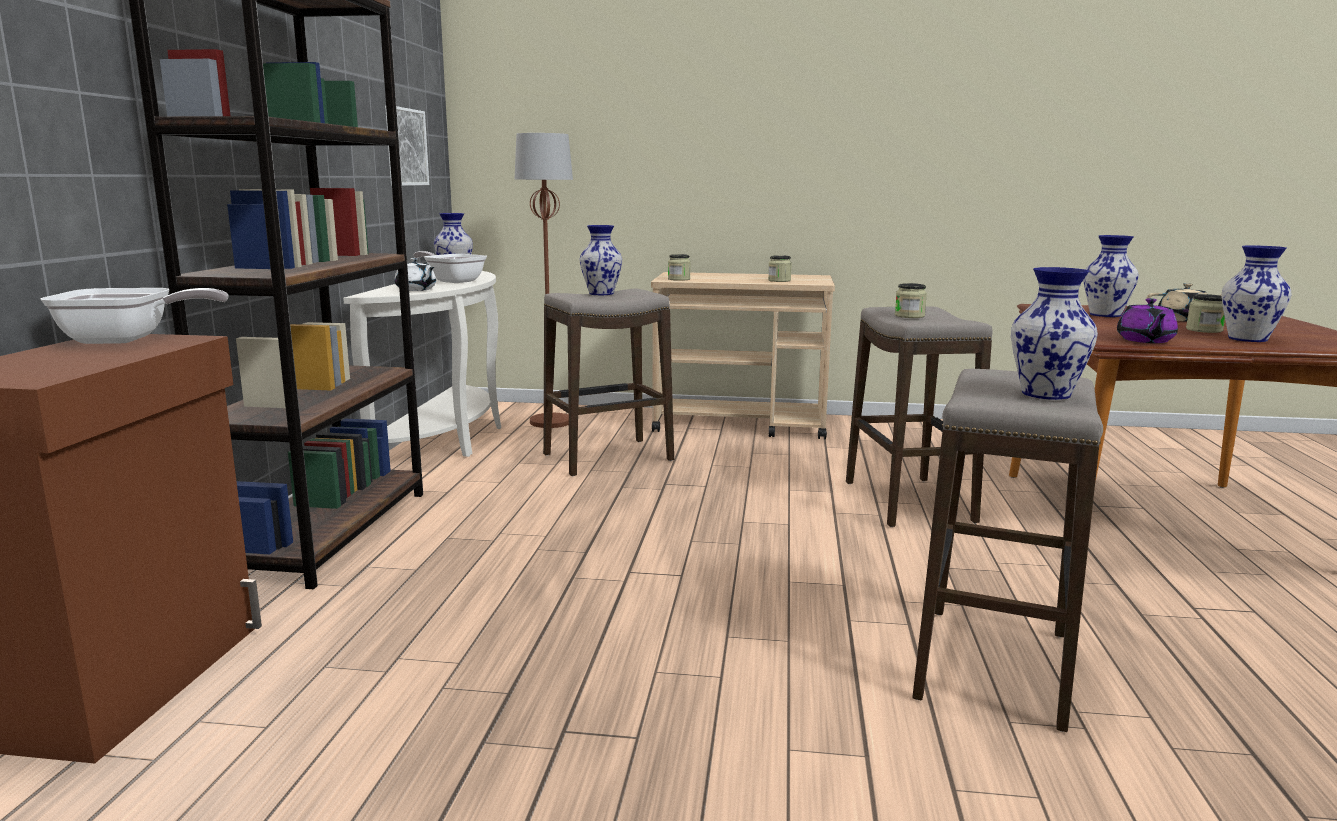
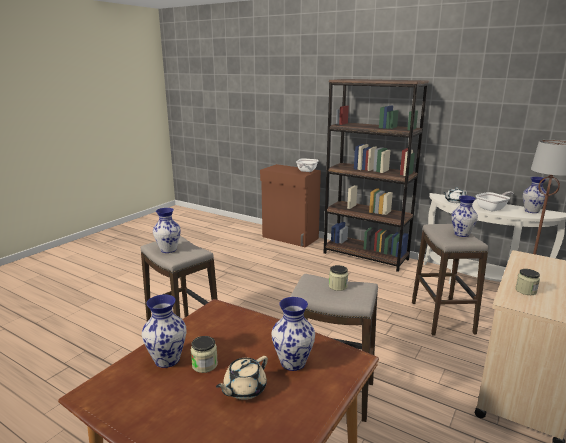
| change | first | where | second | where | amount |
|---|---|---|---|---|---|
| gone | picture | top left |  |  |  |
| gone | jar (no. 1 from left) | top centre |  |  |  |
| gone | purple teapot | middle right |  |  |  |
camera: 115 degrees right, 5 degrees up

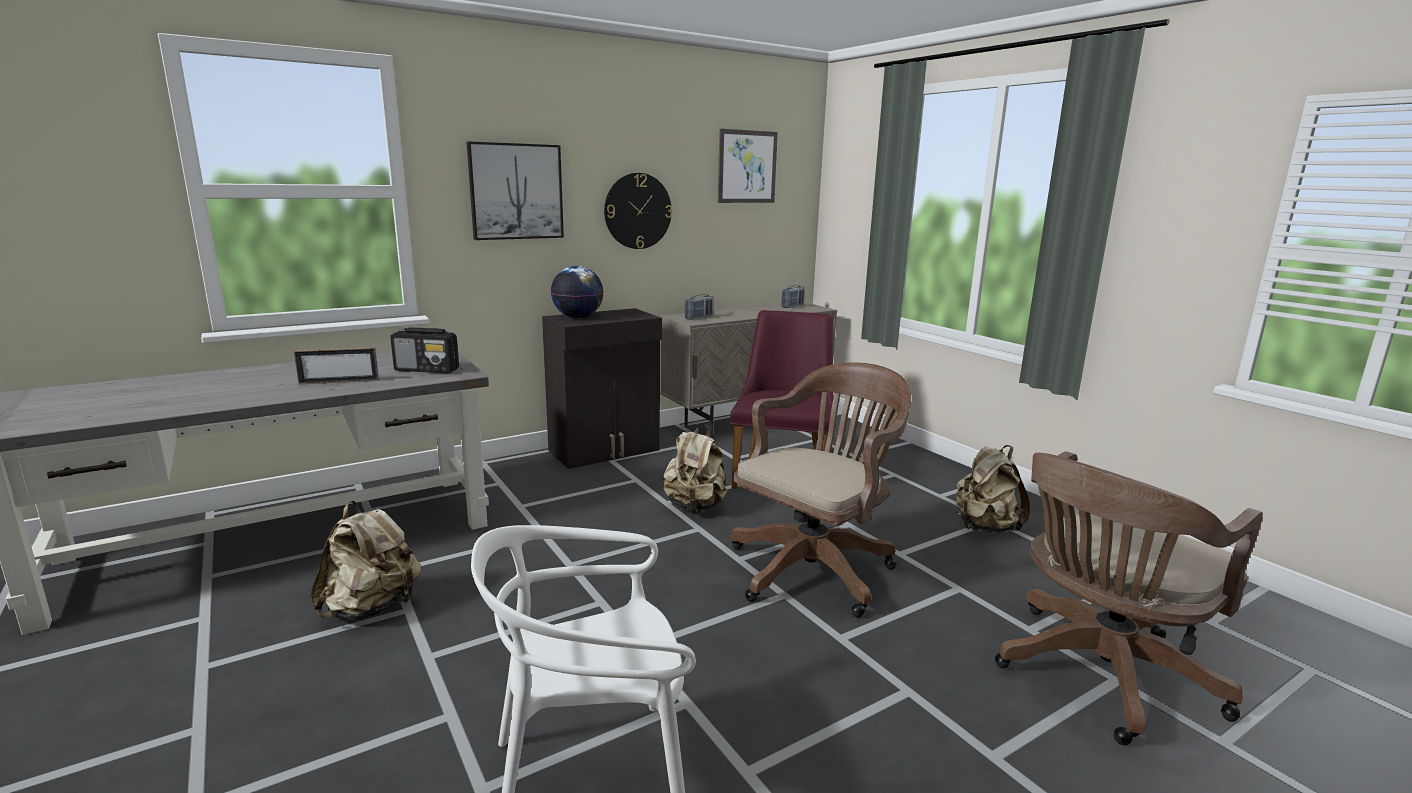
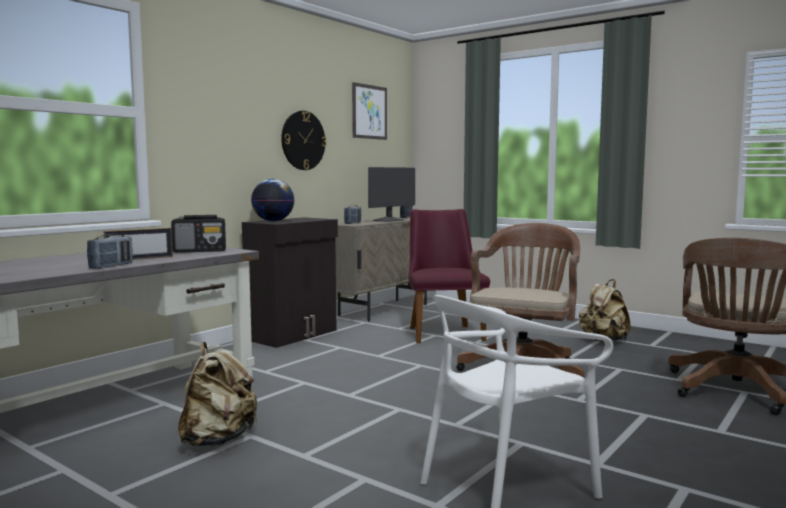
| change | first | where | second | where | amount |
|---|---|---|---|---|---|
| gone | picture (no. 1 from left) | top centre |  |  |  |
| gone | beige backpack (no. 2 from left) | centre |  |  |  |
| new |  |  | radio (no. 1 from left) | middle left |  |
| new |  |  | monitor | centre |  |
camera: 20 degrees left, 10 degrees down

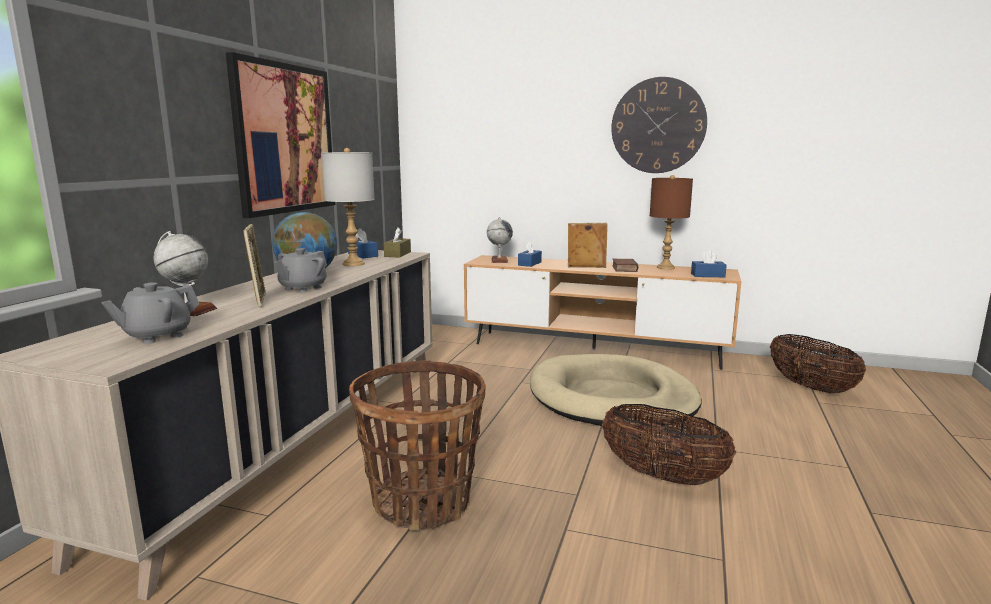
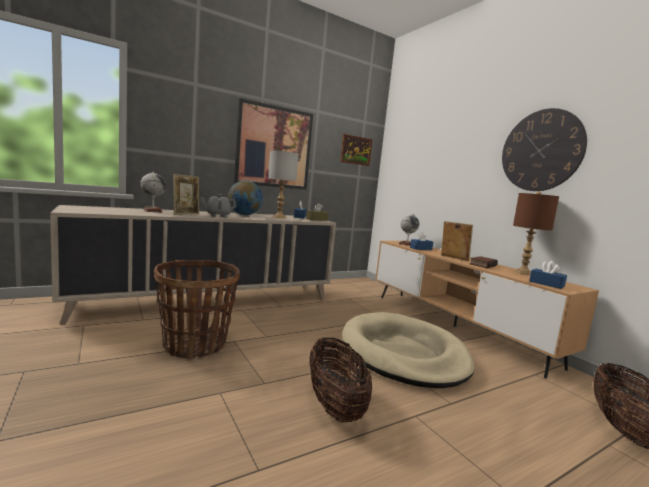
| change | first | where | second | where | amount |
|---|---|---|---|---|---|
| gone | grey teapot (no. 1 from left) | middle left |  |  |  |
| new |  |  | picture (no. 2 from left) | top centre |  |
camera: 40 degrees right, 5 degrees down

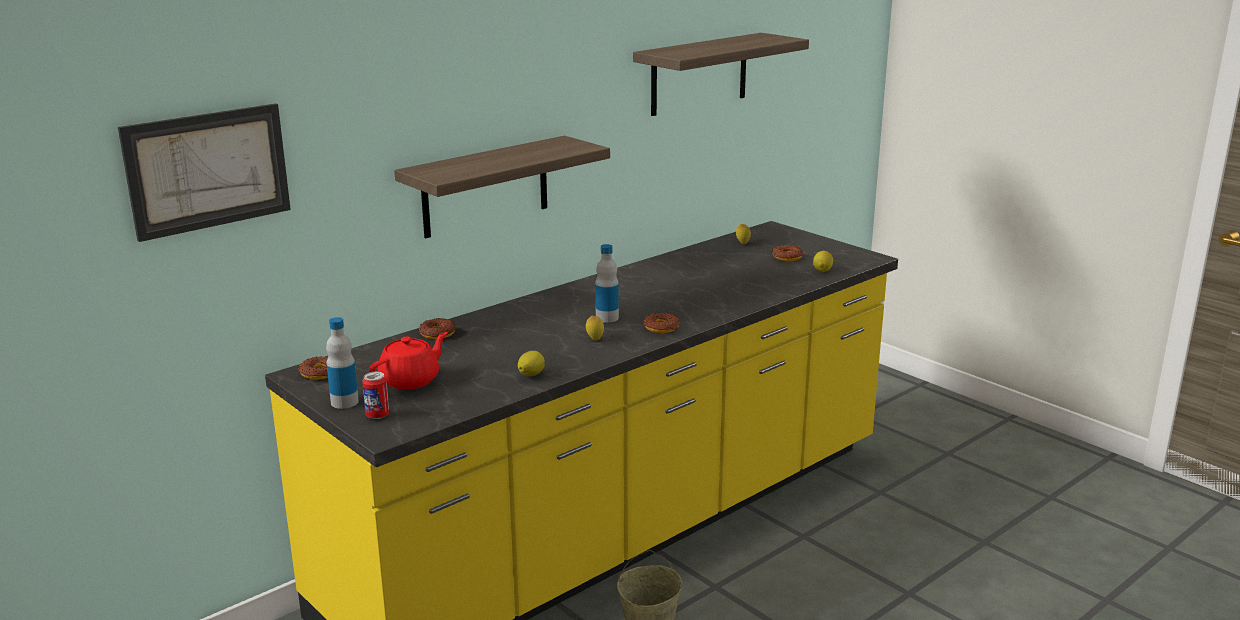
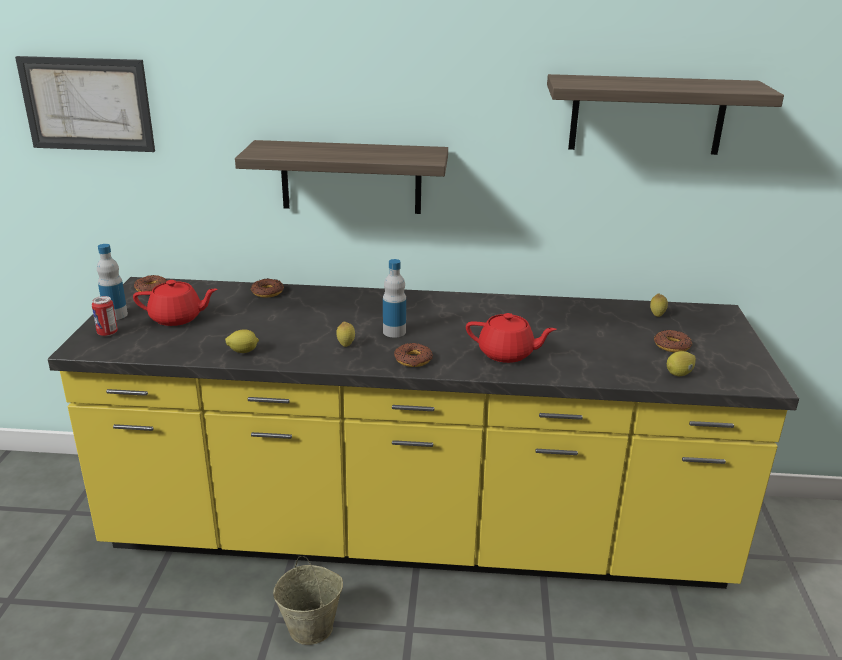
| change | first | where | second | where | amount |
|---|---|---|---|---|---|
| new |  |  | red teapot (no. 2 from left) | centre |  |
camera: 45 degrees right, 5 degrees up

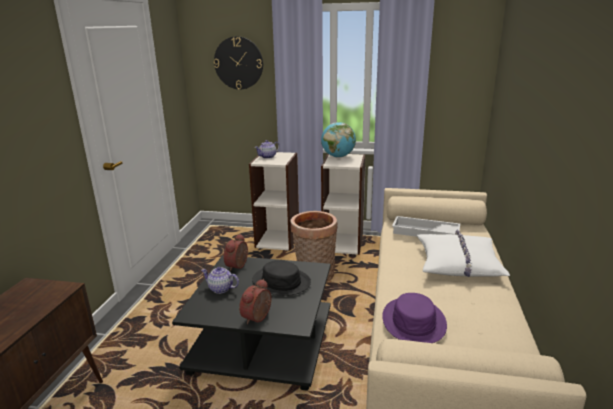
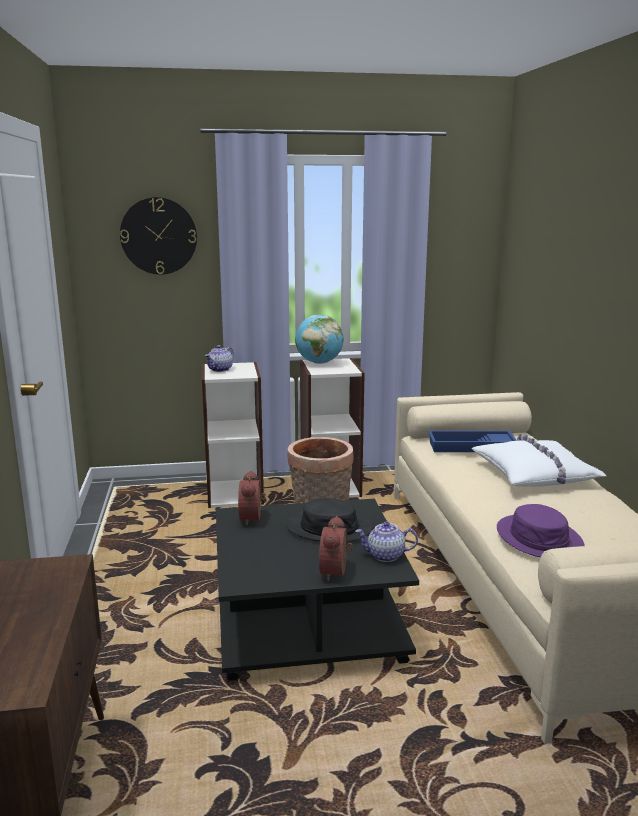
| change | first | where | second | where | amount |
|---|---|---|---|---|---|
| shifted | teapot (no. 1 from left in the first image) | bottom centre | teapot (no. 2 from left) | centre |  |
| repainted | white tray | middle right | blue tray | middle right |  |
camera: 20 degrees left, 5 degrees down

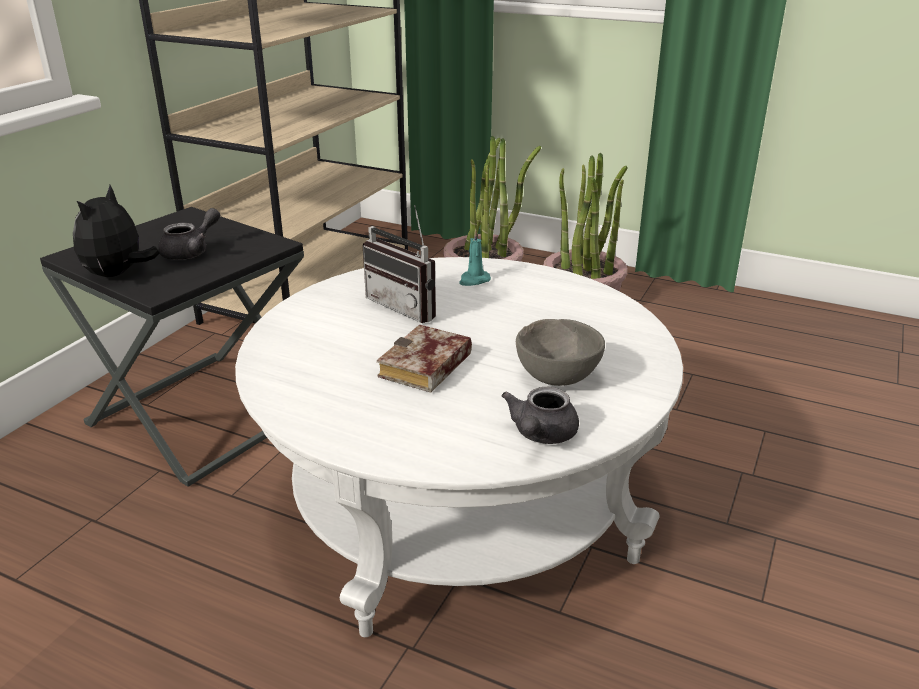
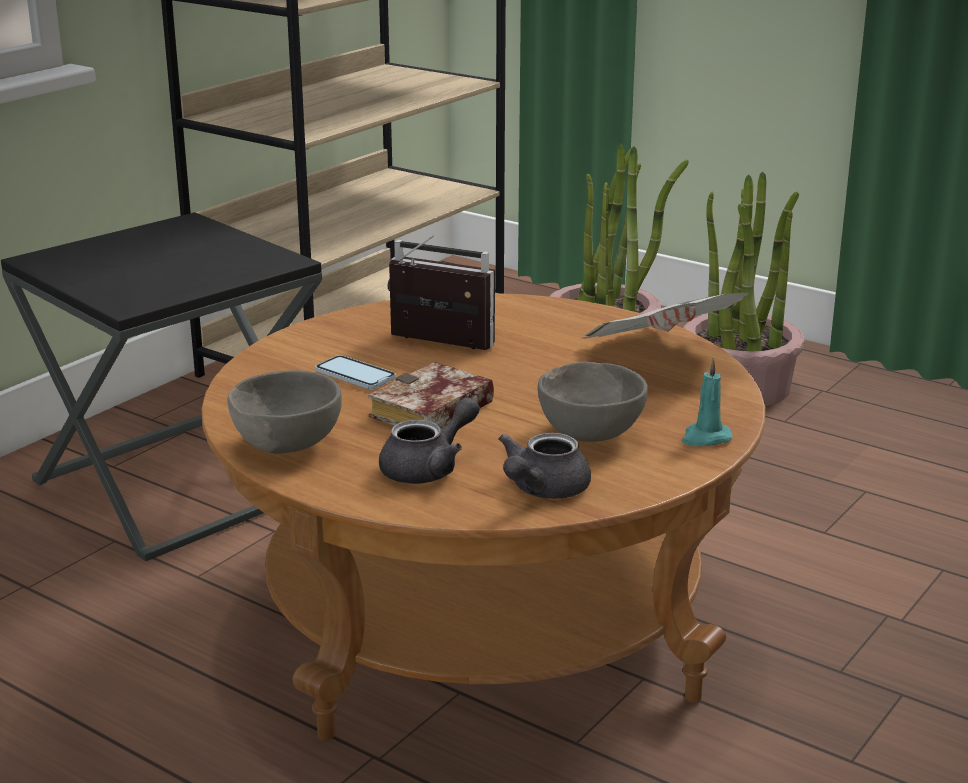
| change | first | where | second | where | amount |
|---|---|---|---|---|---|
| gone | plush toy | middle left |  |  |  |
| shifted | grey teapot (no. 1 from left) | middle left |  | centre |  |
| repainted | white coffee table | centre | brown coffee table | centre |  |
| rotated | radio | centre |  | centre | 150 degrees clockwise |
| shifted | turquoise candle | centre |  | middle right |  |
| new |  |  | grey bowl (no. 1 from left) | middle left |  |
| new |  |  | phone | centre |  |
| new |  |  | newspaper | middle right |  |
camera: 10 degrees right, 5 degrees down

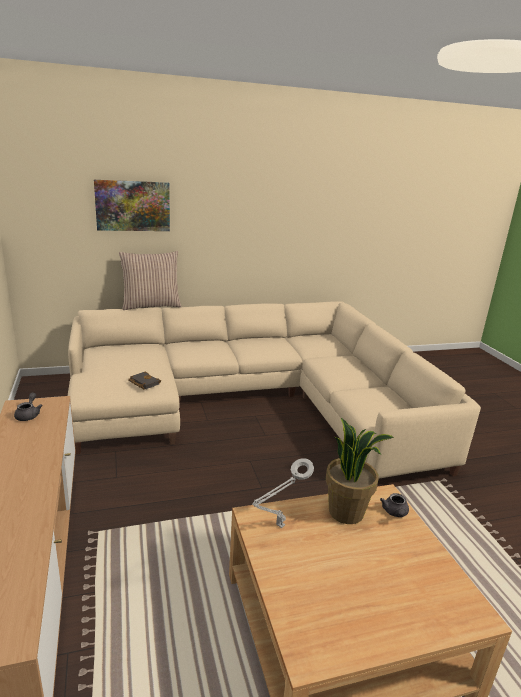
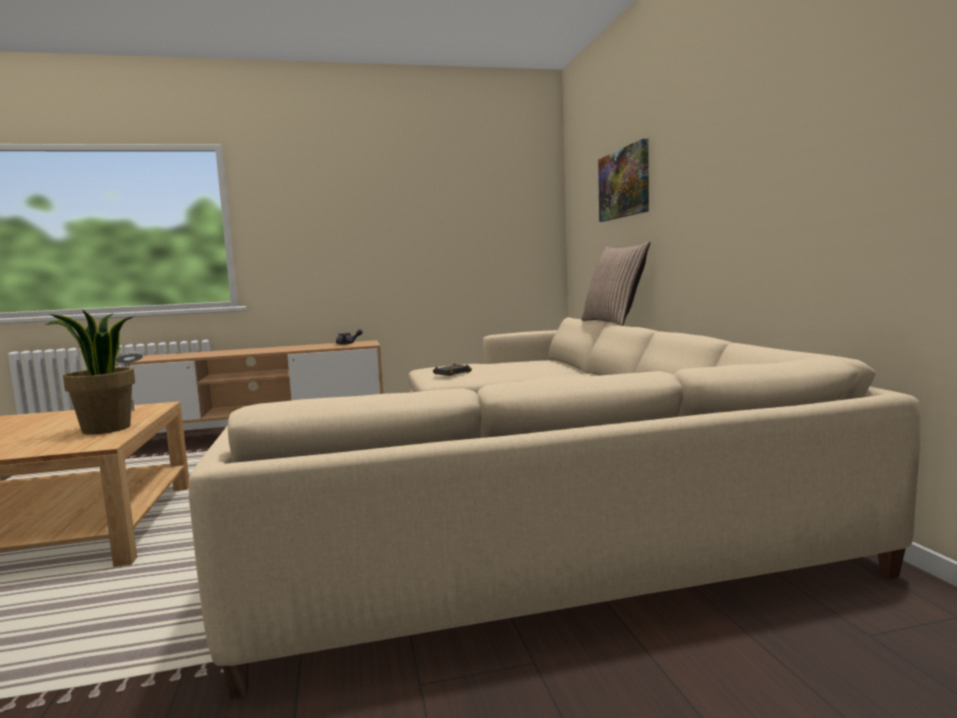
| change | first | where | second | where | amount |
|---|---|---|---|---|---|
| gone | grey teapot (no. 2 from left) | bottom right |  |  |  |
camera: 95 degrees right, 15 degrees down

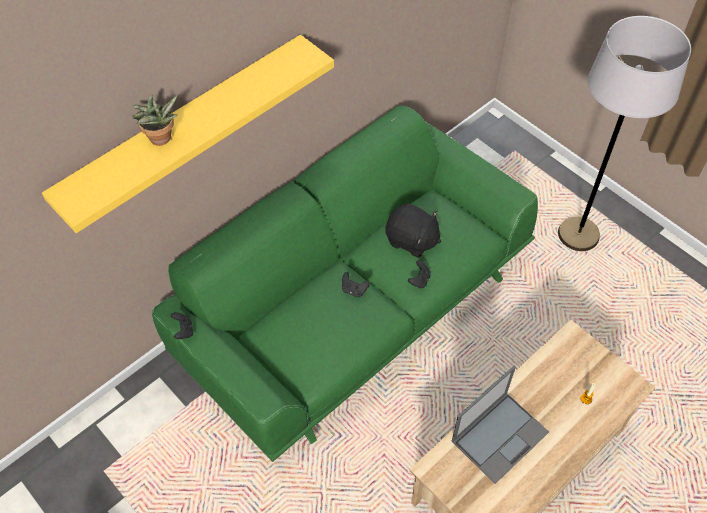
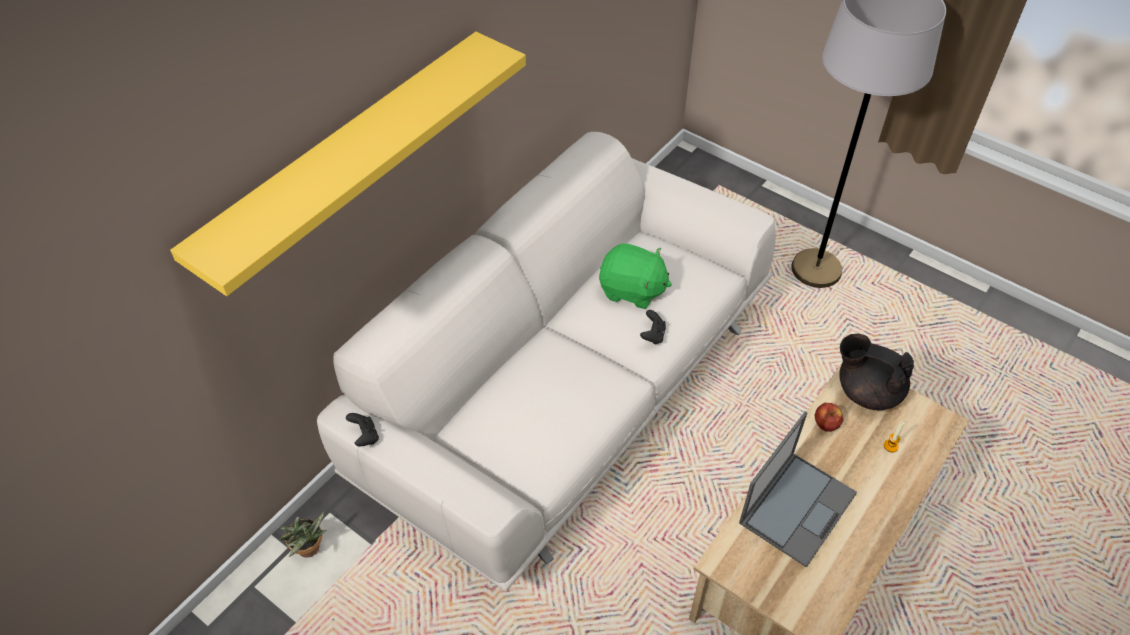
| change | first | where | second | where | amount |
|---|---|---|---|---|---|
| shifted | potted plant | top left |  | bottom left |  |
| repainted | green sofa | centre | white sofa | centre |  |
| gone | black game controller (no. 2 from left) | centre |  |  |  |
| repainted | black plush toy | centre | green plush toy | centre |  |
| new |  |  | apple | middle right |  |
| new |  |  | black teapot | middle right |  |
camera: 10 degrees left, 5 degrees down

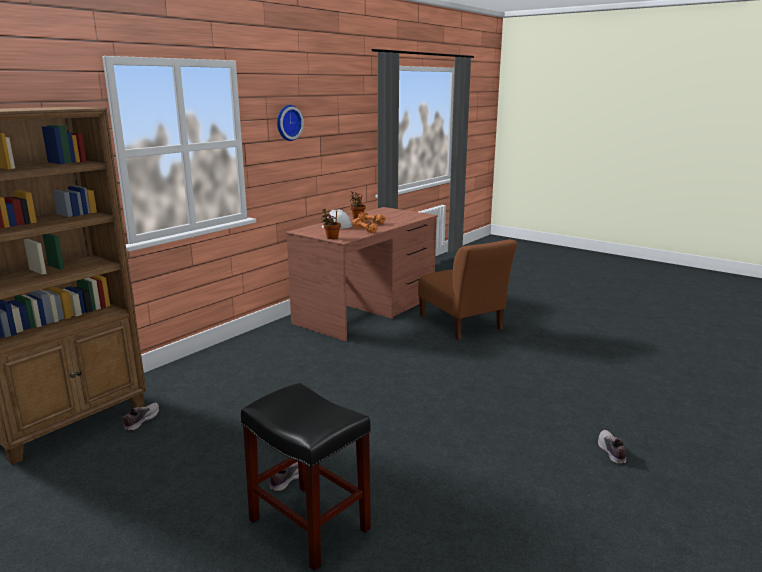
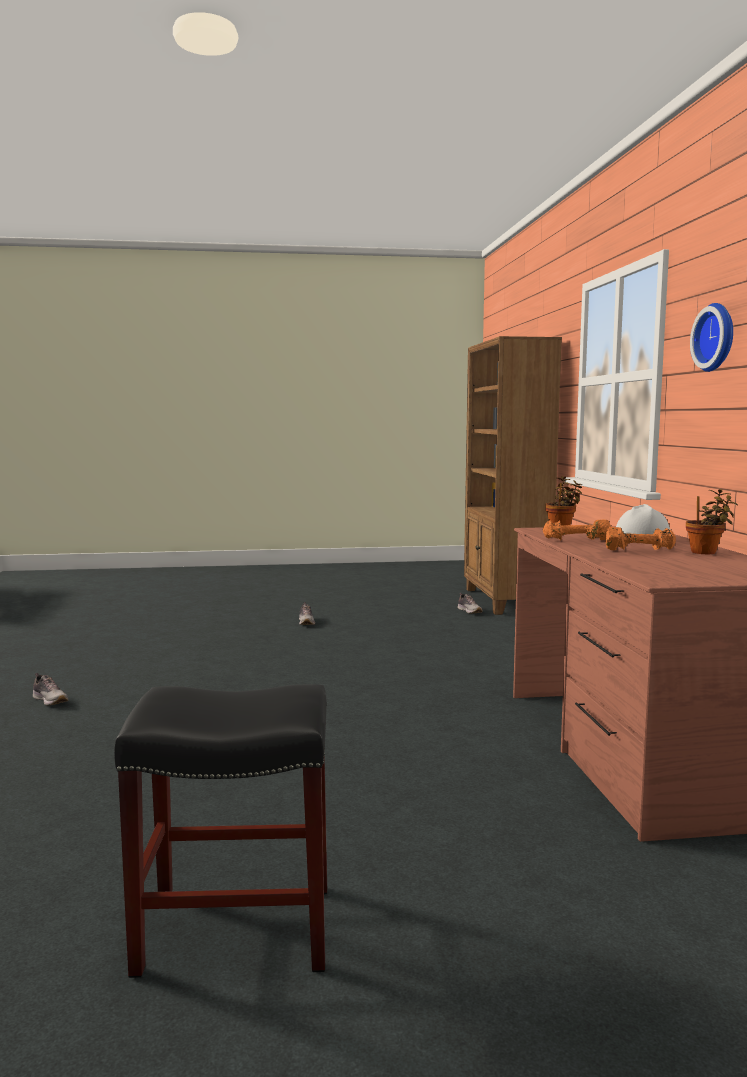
| change | first | where | second | where | amount |
|---|---|---|---|---|---|
| shifted | black stool | bottom centre |  | bottom left |  |
| gone | brown chair | centre |  |  |  |
camera: 135 degrees right, 10 degrees down

